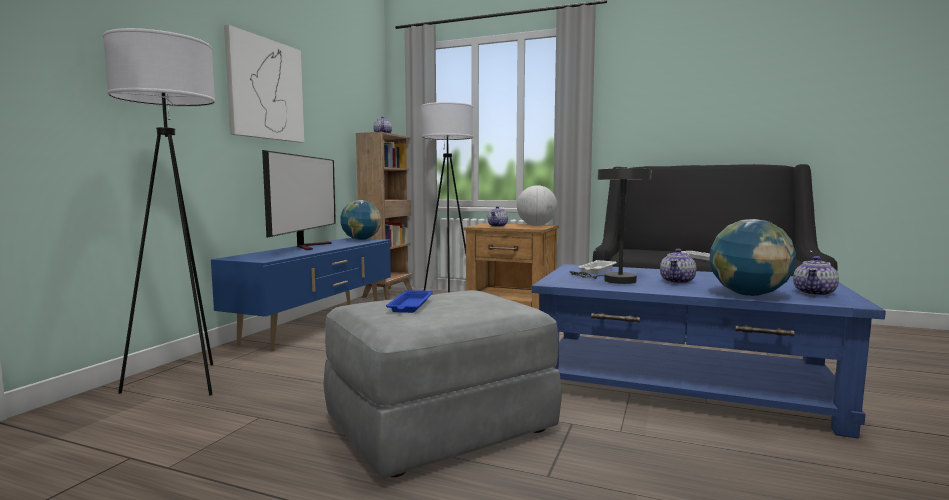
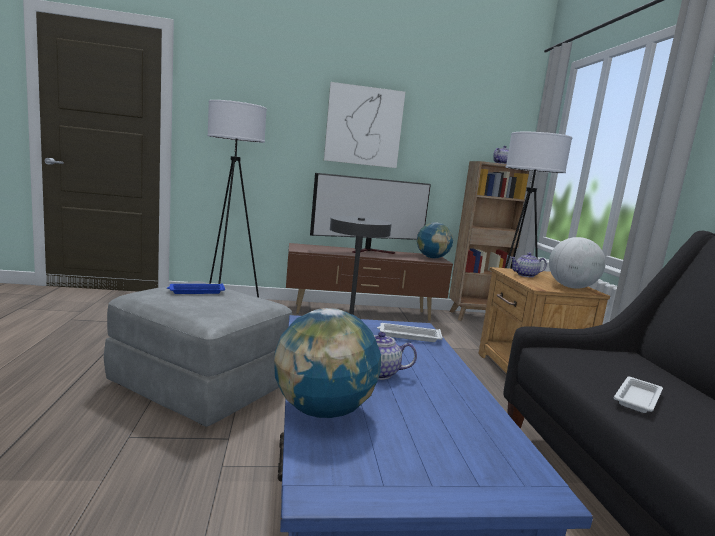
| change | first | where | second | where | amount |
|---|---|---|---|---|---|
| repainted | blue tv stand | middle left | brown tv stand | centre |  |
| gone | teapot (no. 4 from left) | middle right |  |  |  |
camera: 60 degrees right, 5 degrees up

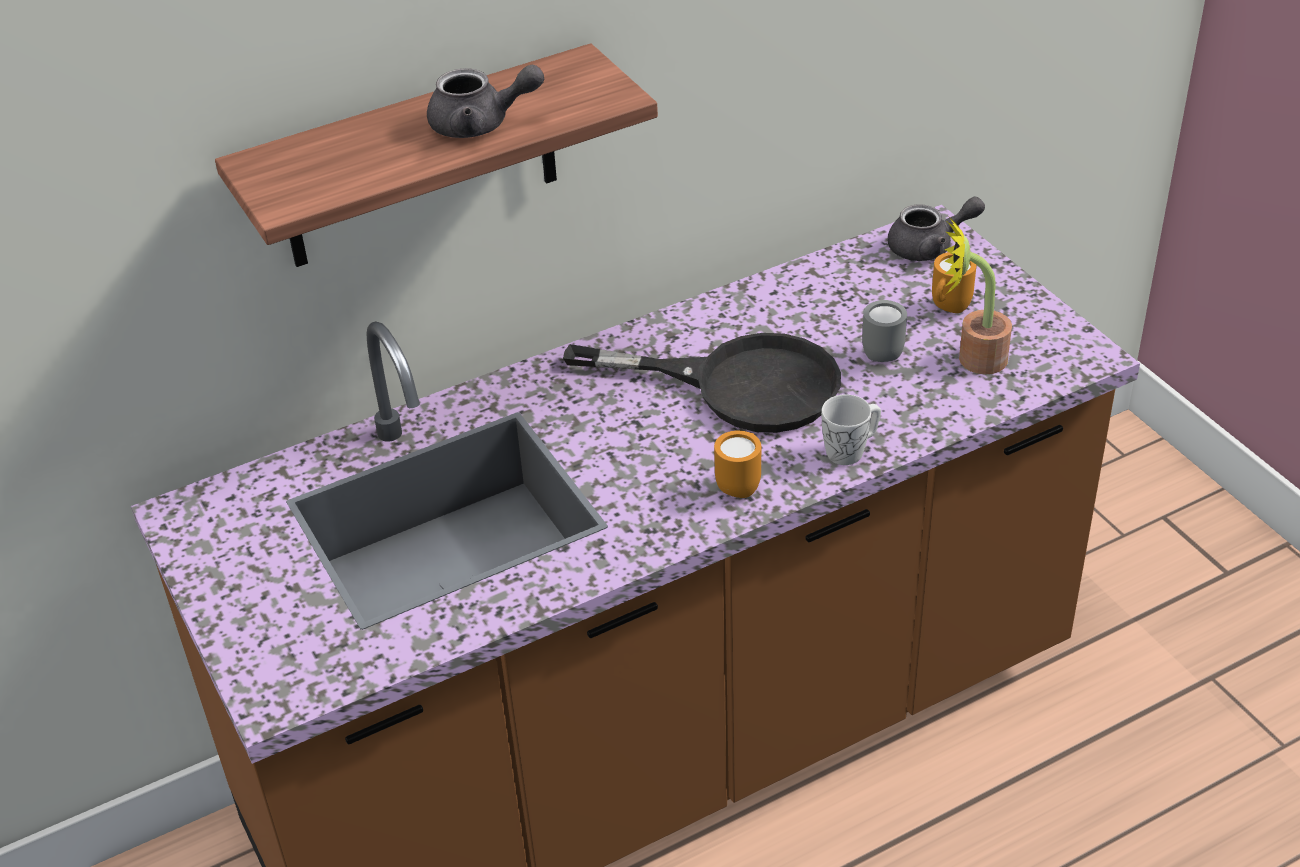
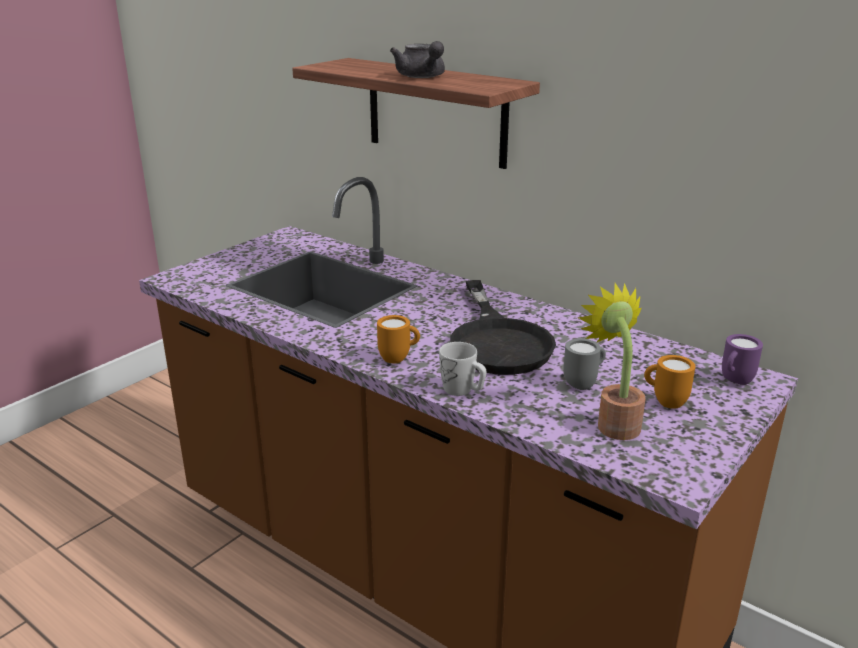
| change | first | where | second | where | amount |
|---|---|---|---|---|---|
| swapped | grey teapot (no. 2 from left) | top right | purple mug | middle right |  |
camera: 65 degrees right, 15 degrees down

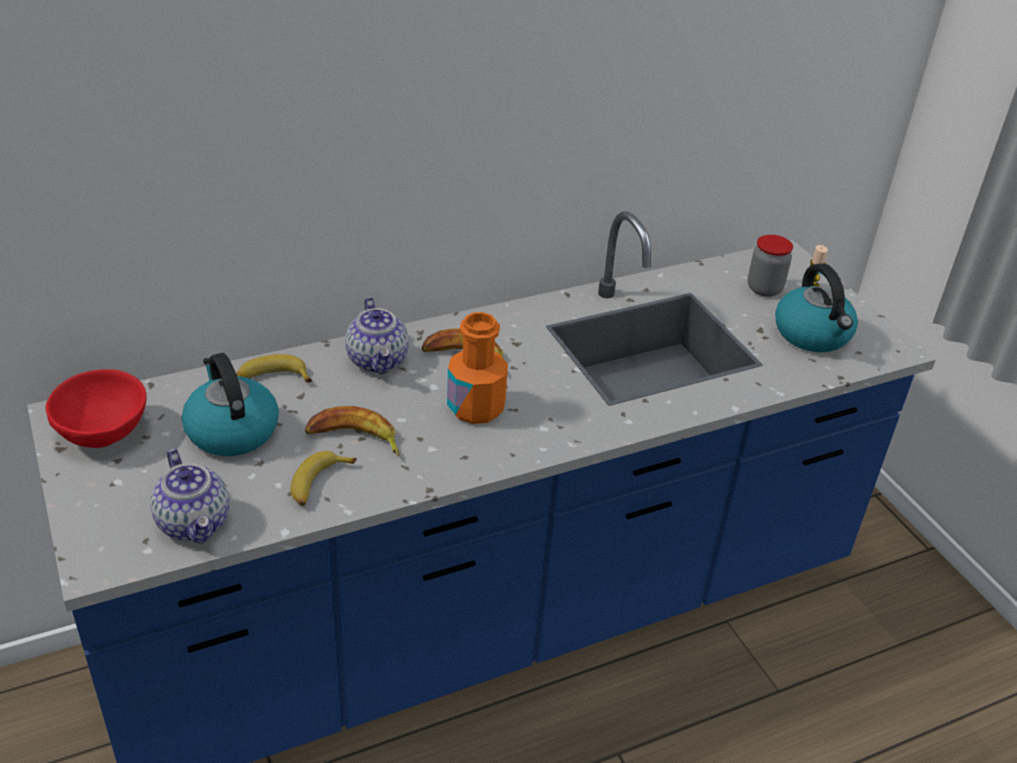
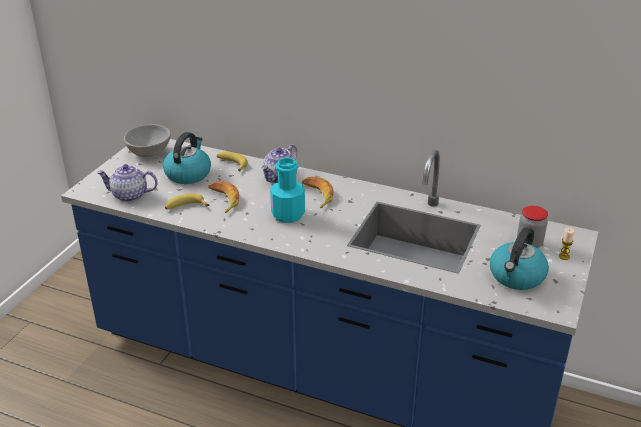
| change | first | where | second | where | amount |
|---|---|---|---|---|---|
| repainted | red bowl | middle left | grey bowl | top left |  |
| rotated | teapot (no. 1 from left) | middle left |  | middle left | 75 degrees clockwise |
| repainted | orange bottle | centre | turquoise bottle | centre |  |
camera: 50 degrees right, 5 degrees down

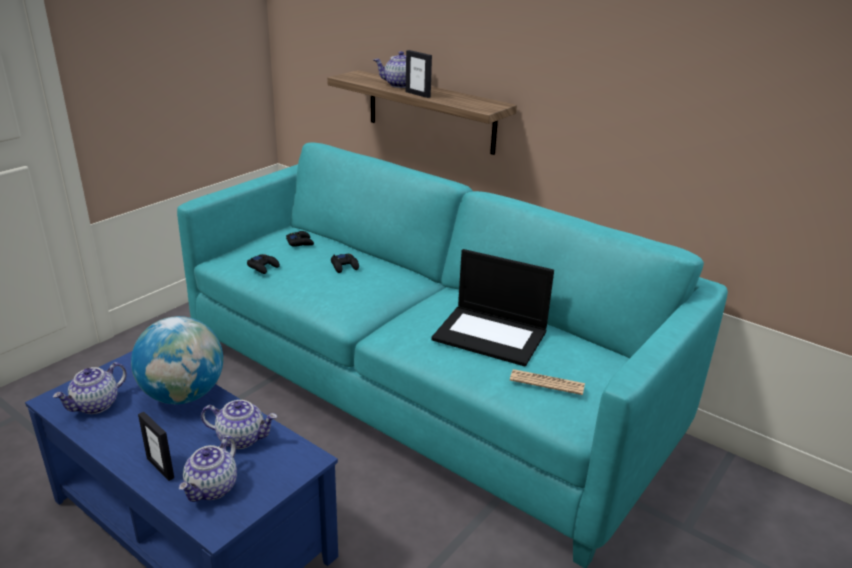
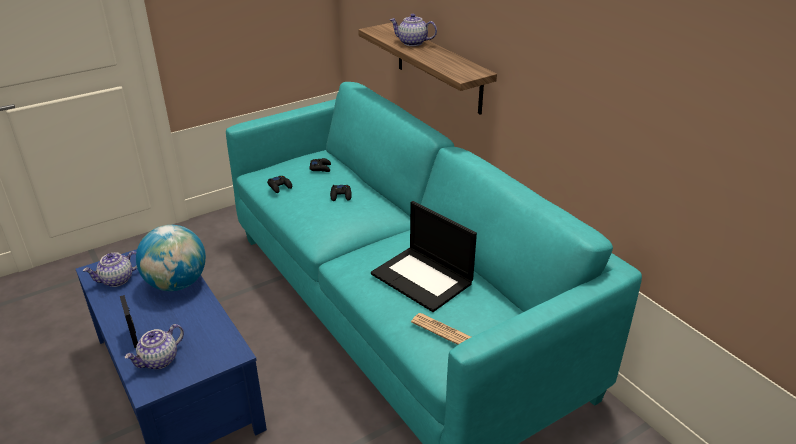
| change | first | where | second | where | amount |
|---|---|---|---|---|---|
| gone | teapot (no. 3 from left) | bottom left |  |  |  |
| gone | picture frame (no. 2 from left) | top centre |  |  |  |
camera: 20 degrees right, 5 degrees up

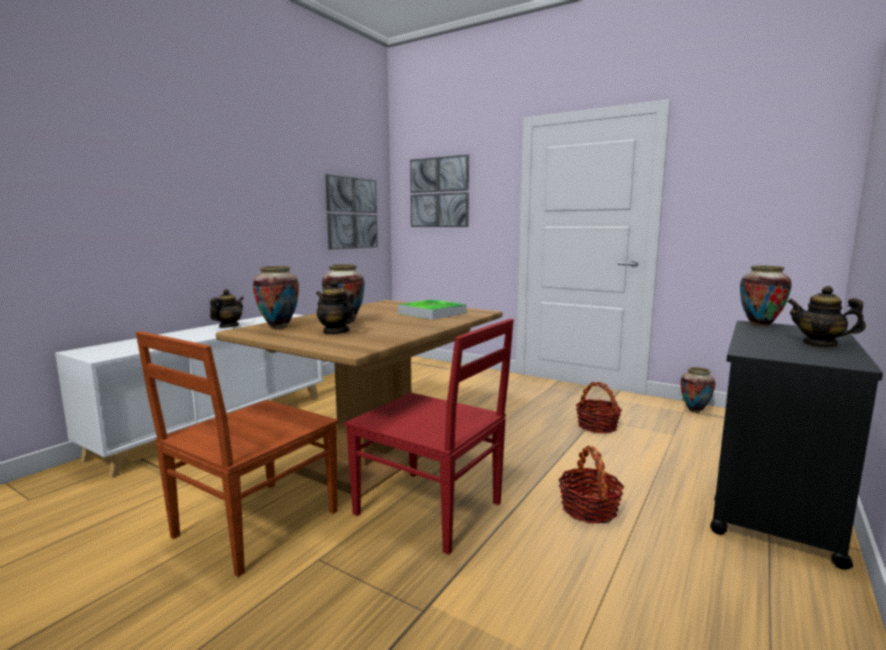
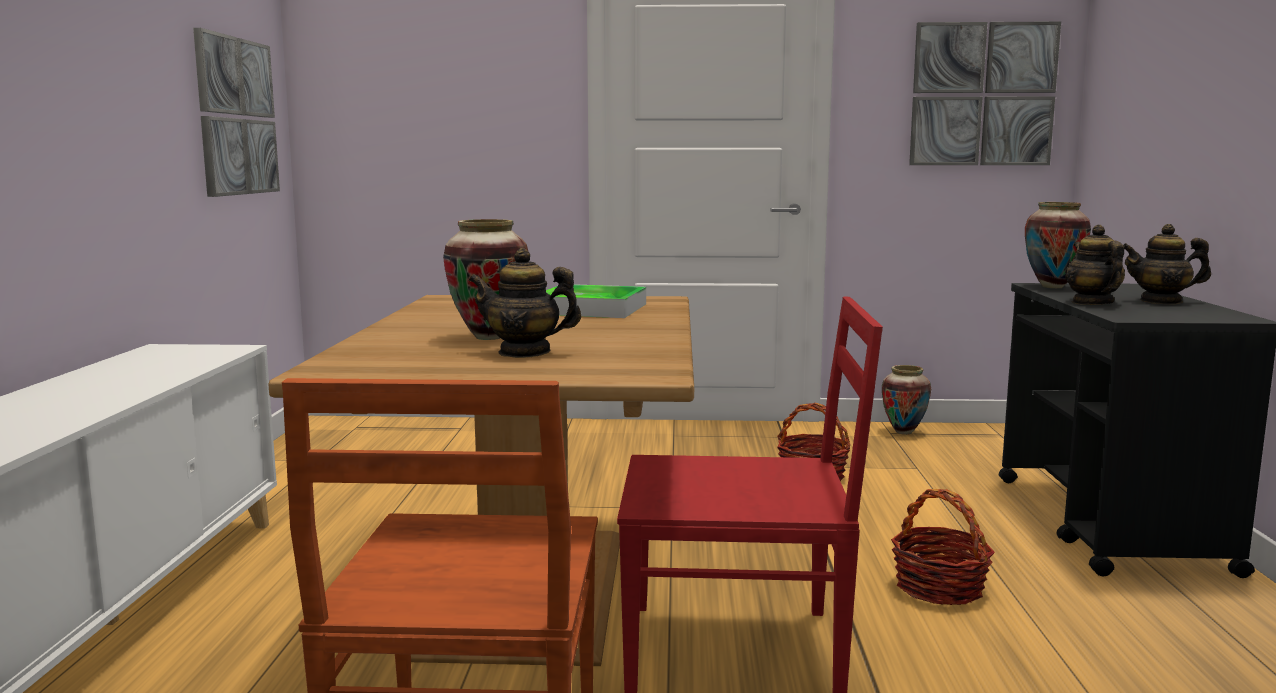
| change | first | where | second | where | amount |
|---|---|---|---|---|---|
| shifted | teapot (no. 1 from left in the first image) | middle left | teapot (no. 2 from left) | middle right |  |
| gone | vase (no. 1 from left) | middle left |  |  |  |
| shifted | picture (no. 2 from left) | top centre |  | top right |  |
camera: 30 degrees left, 0 degrees up

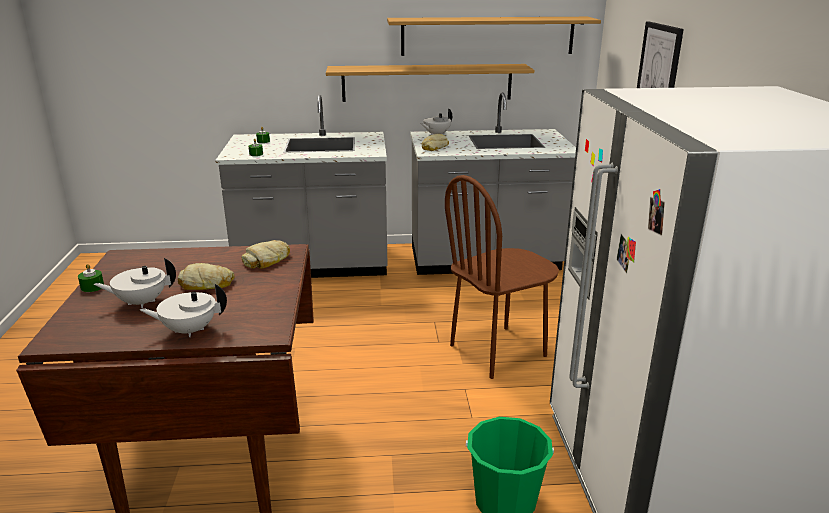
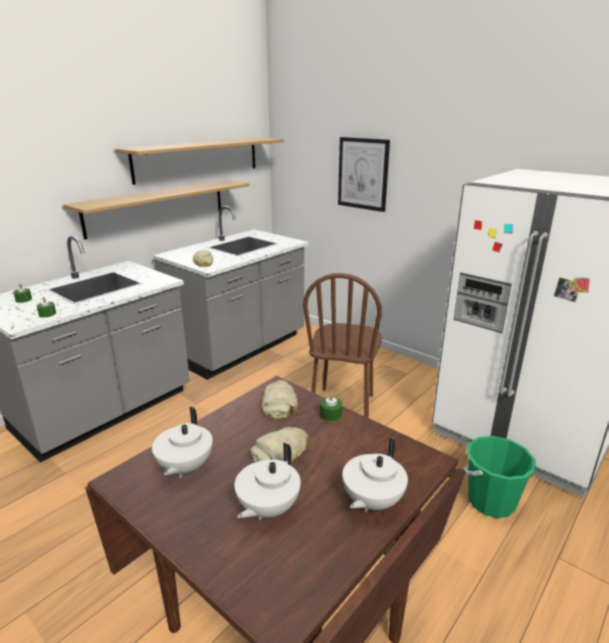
| change | first | where | second | where | amount |
|---|---|---|---|---|---|
| shifted | green candle (no. 1 from left in the first image) | middle left | green candle (no. 3 from left) | centre |  |
| shifted | white teapot (no. 3 from left in the first image) | top centre | white teapot (no. 1 from left) | bottom left |  |
camera: 45 degrees left, 0 degrees up

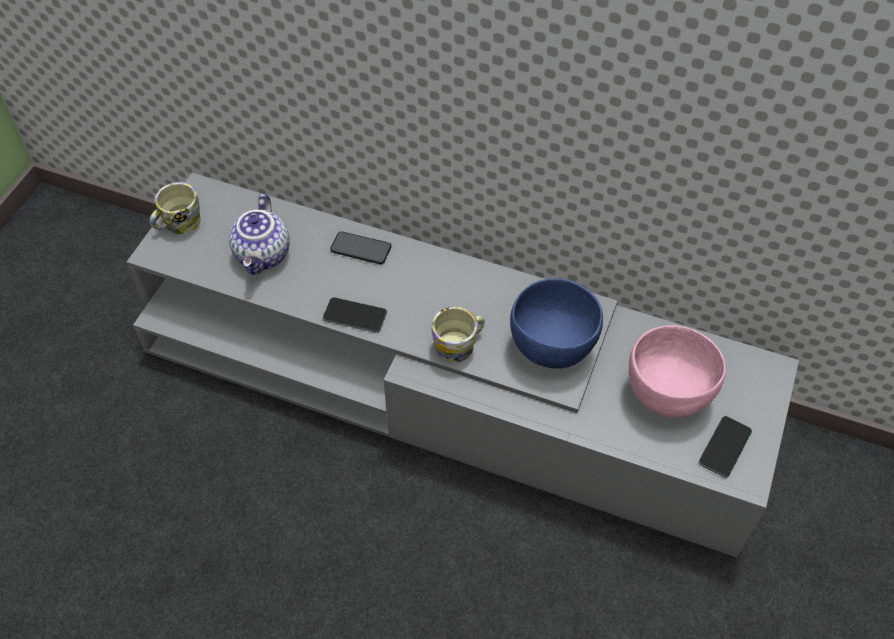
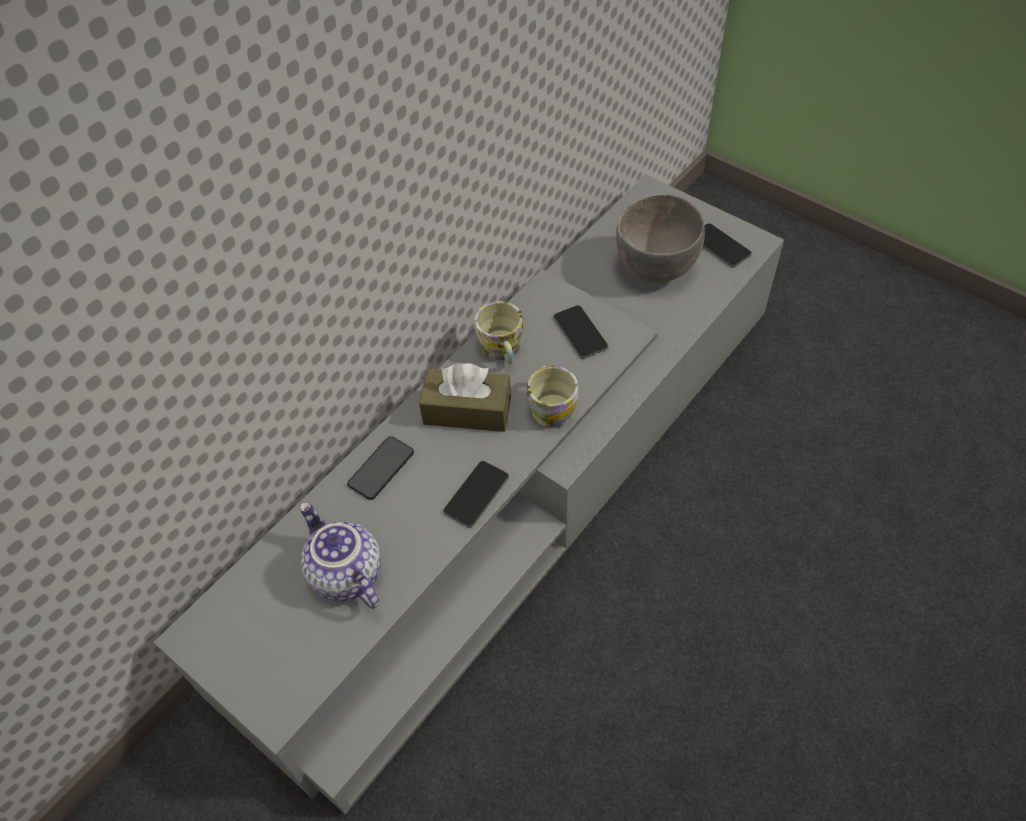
| change | first | where | second | where | amount |
|---|---|---|---|---|---|
| shifted | mug (no. 1 from left) | top left |  | centre |  |
| rotated | teapot | middle left |  | bottom left | 150 degrees counterclockwise |
| swapped | blue bowl | centre | phone (no. 3 from left) | centre |  |
| repainted | pink bowl | middle right | grey bowl | top centre |  |
| new |  |  | brown tissue box | centre |  |
camera: 70 degrees left, 0 degrees up

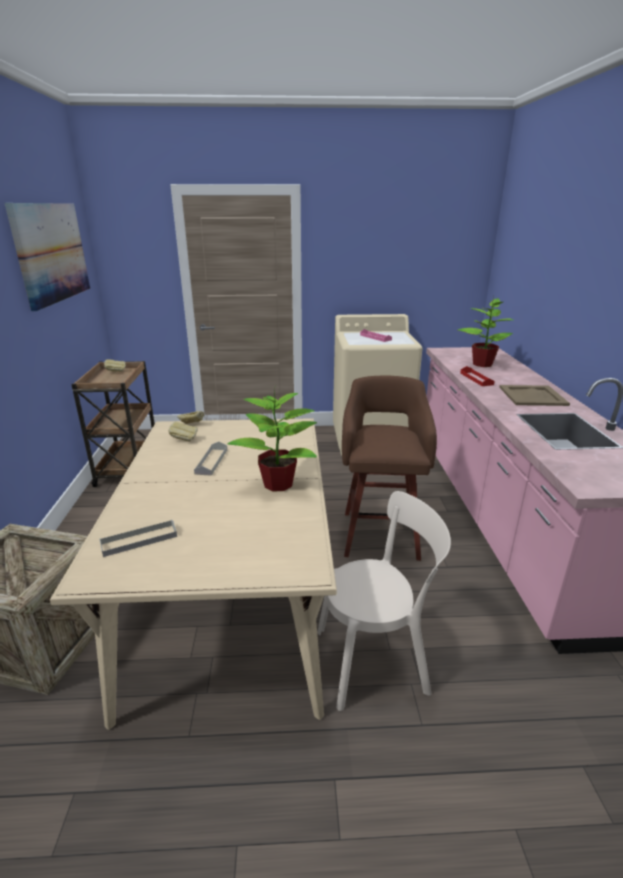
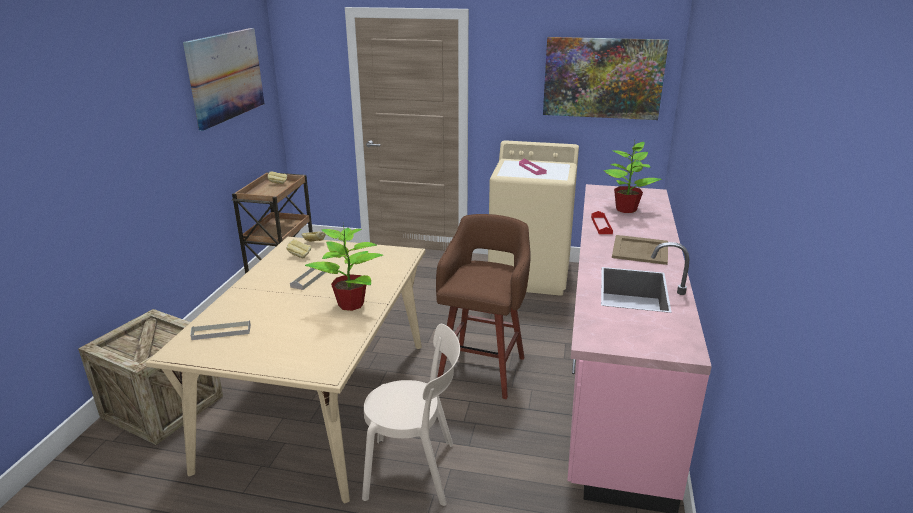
| change | first | where | second | where | amount |
|---|---|---|---|---|---|
| new |  |  | picture (no. 2 from left) | top centre |  |
camera: 15 degrees right, 0 degrees up

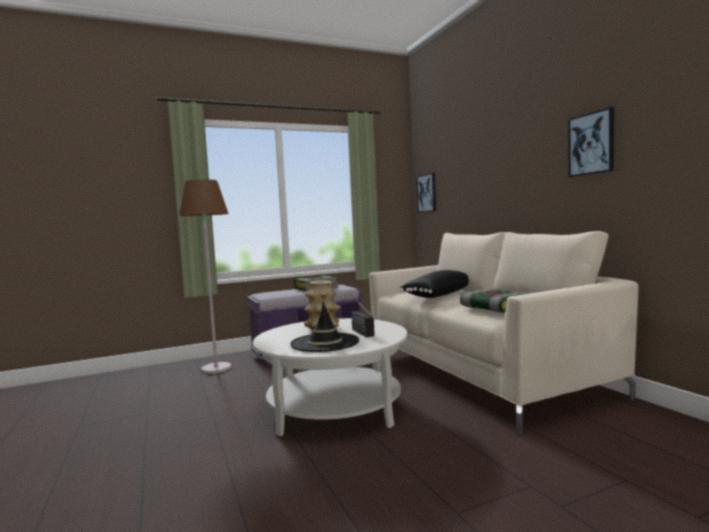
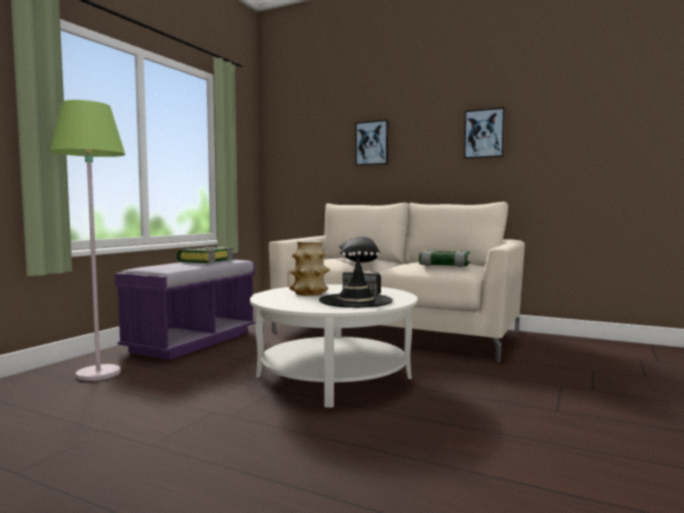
| change | first | where | second | where | amount |
|---|---|---|---|---|---|
| repainted | brown floor lamp | middle left | green floor lamp | middle left |  |
| shifted | picture (no. 1 from left) | centre |  | top centre |  |
camera: 40 degrees left, 0 degrees up

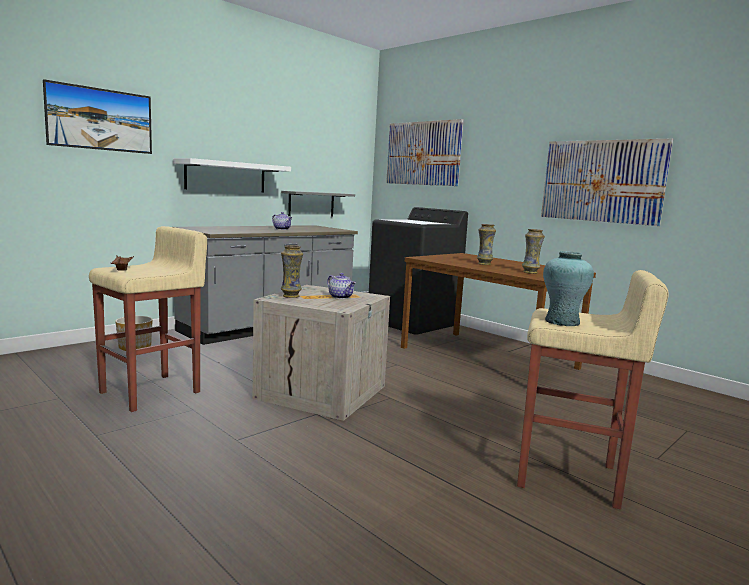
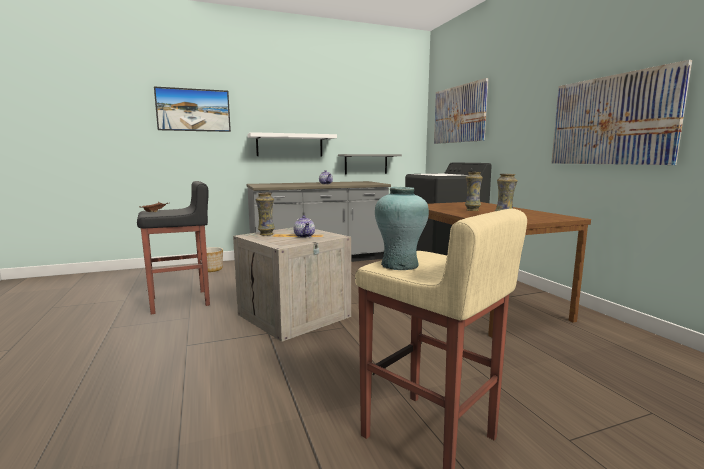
| change | first | where | second | where | amount |
|---|---|---|---|---|---|
| repainted | beige stool (no. 1 from left) | middle left | black stool | middle left |  |
camera: 25 degrees right, 0 degrees up

